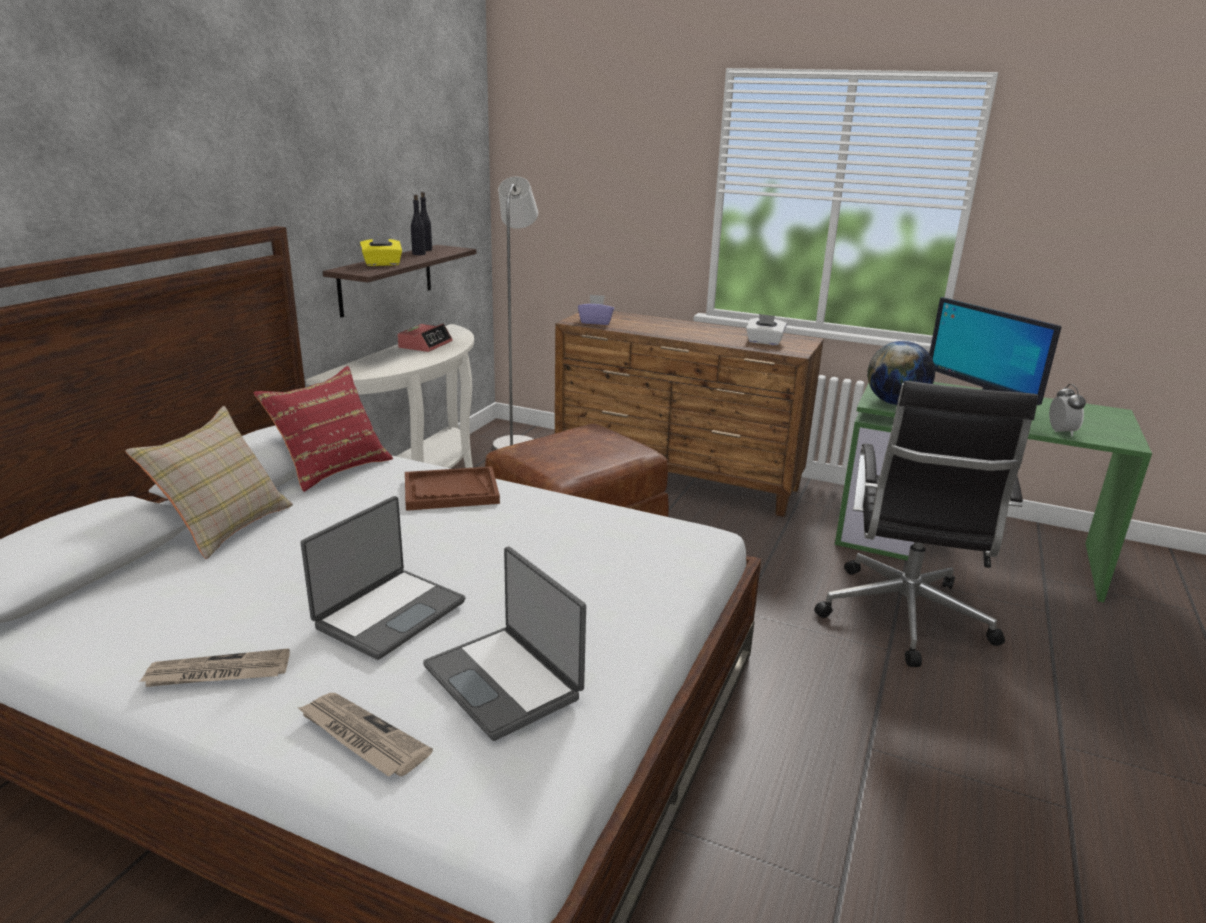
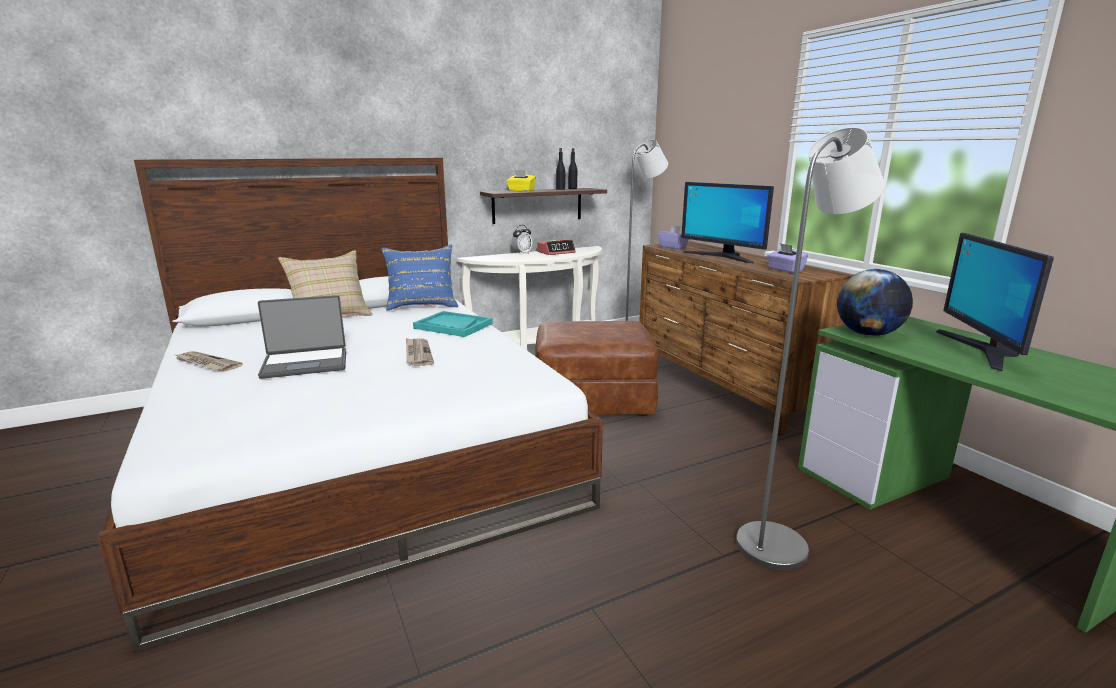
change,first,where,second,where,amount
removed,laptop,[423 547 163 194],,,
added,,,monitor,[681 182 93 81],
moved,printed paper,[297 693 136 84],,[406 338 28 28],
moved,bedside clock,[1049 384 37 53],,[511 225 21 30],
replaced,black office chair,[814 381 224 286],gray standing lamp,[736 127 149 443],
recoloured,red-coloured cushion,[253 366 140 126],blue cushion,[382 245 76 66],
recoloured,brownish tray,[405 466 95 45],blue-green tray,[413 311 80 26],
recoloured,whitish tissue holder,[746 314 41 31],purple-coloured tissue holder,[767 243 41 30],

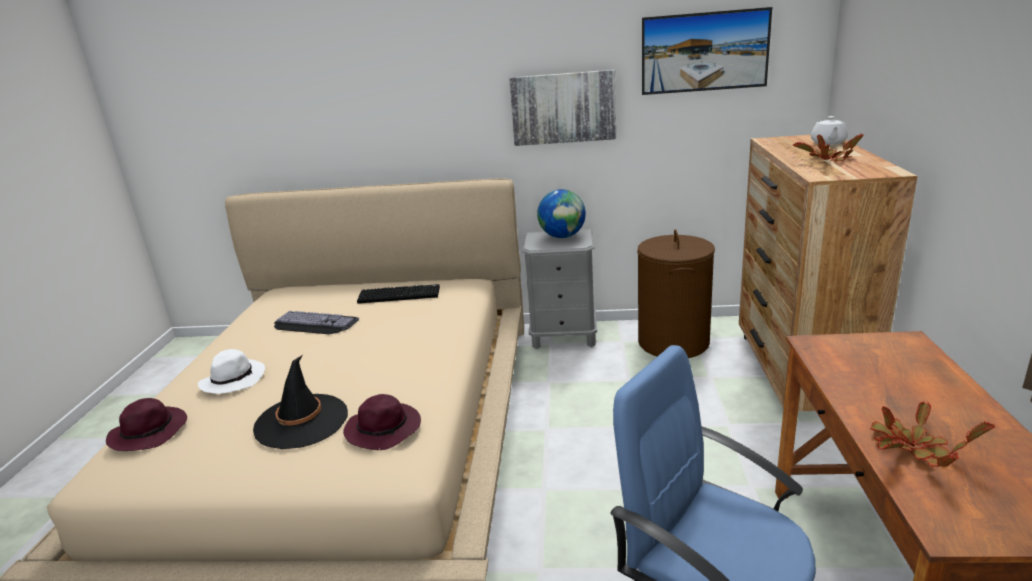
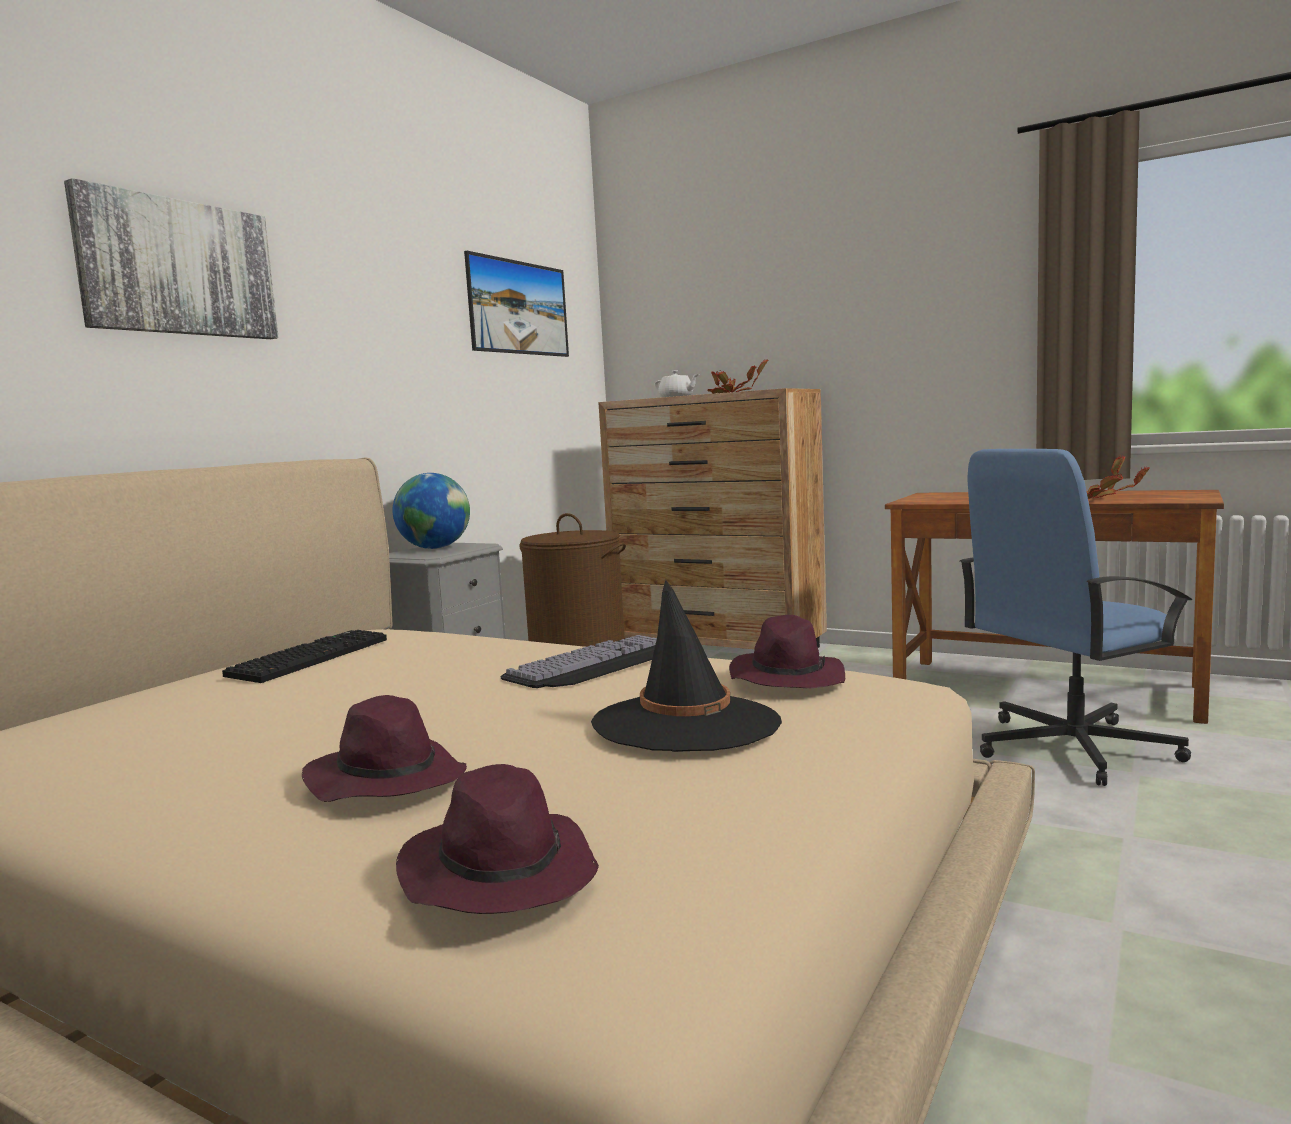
change,first,where,second,where,amount
moved,PC keyboard,[274 311 85 23],,[501 635 156 53],
moved,wall art,[509 70 107 76],,[64 178 215 161],
recoloured,whitish hat,[198 349 67 45],purple-coloured hat,[302 695 165 107],

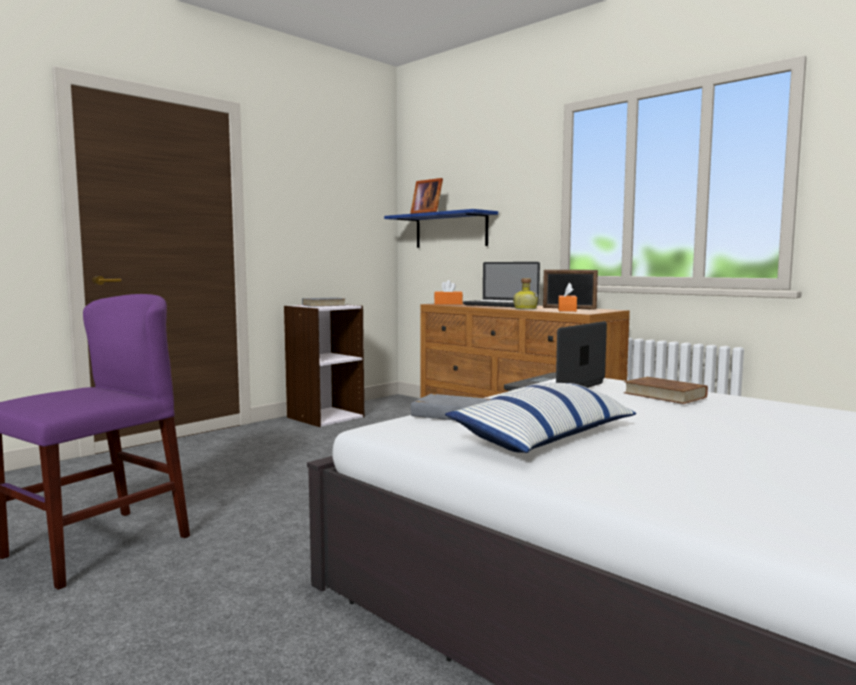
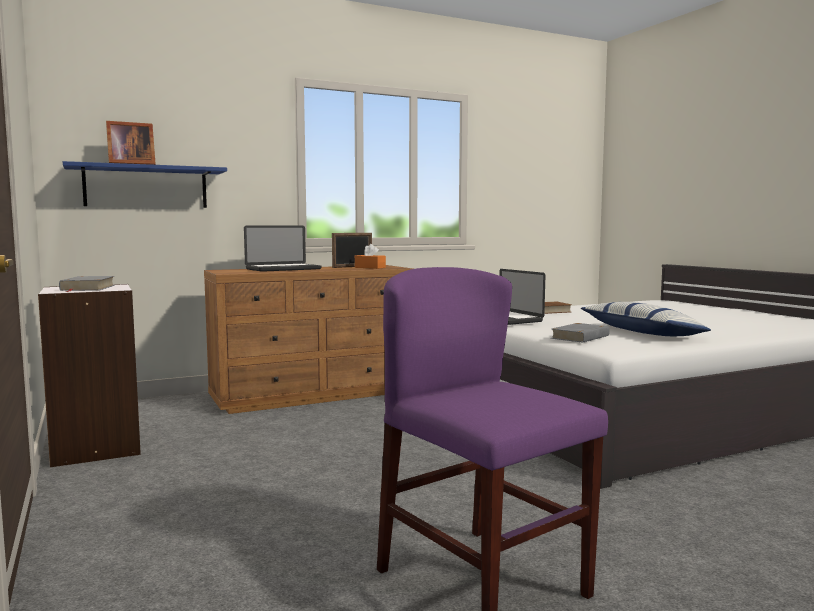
change,first,where,second,where,amount
removed,orange tissue holder,[434 280 29 25],,,
removed,bottle,[513 278 26 31],,,

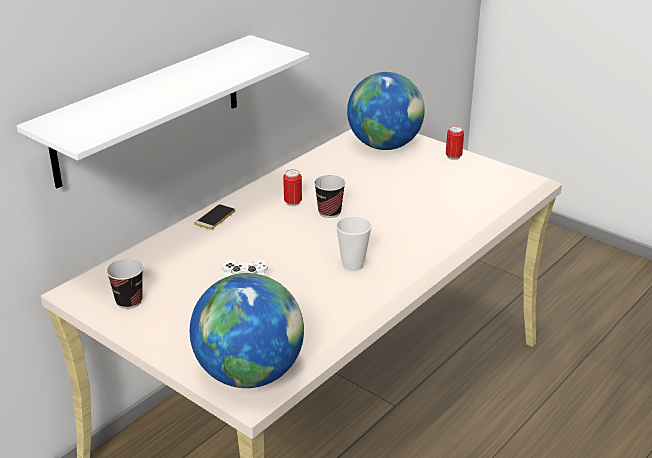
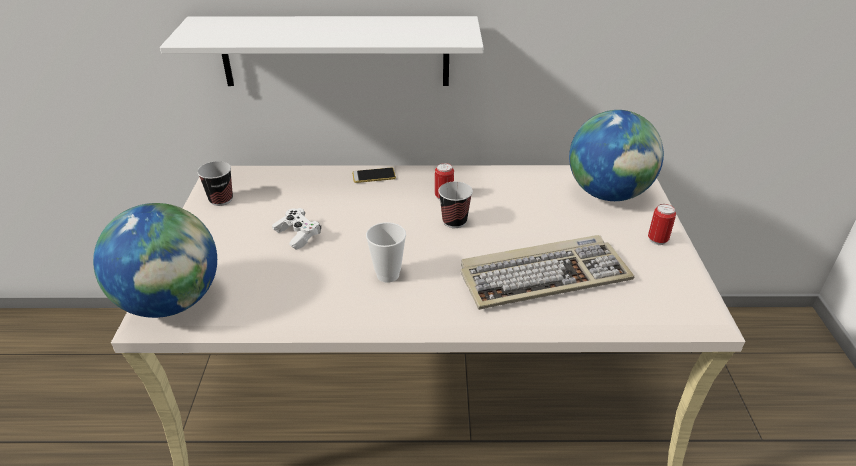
change,first,where,second,where,amount
added,,,PC keyboard,[460 235 174 75],

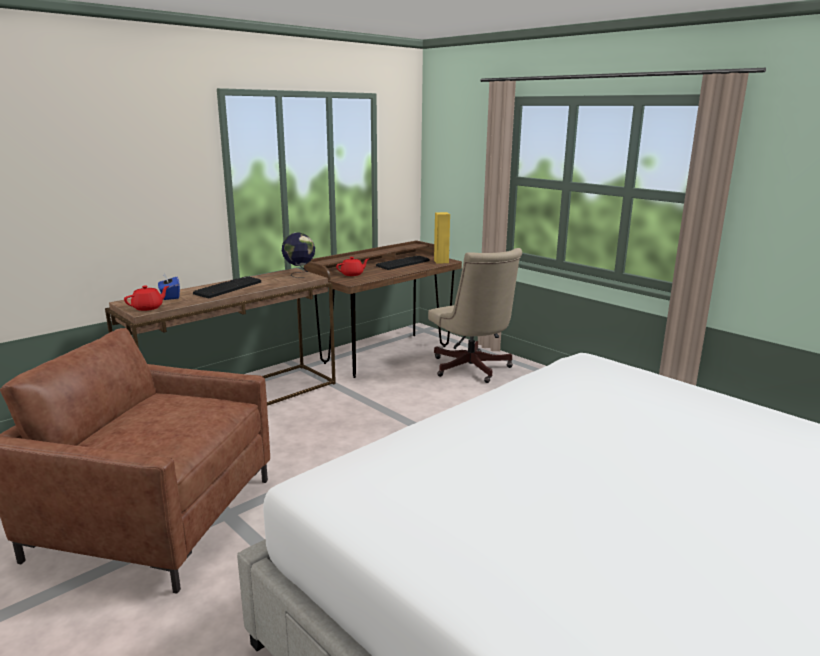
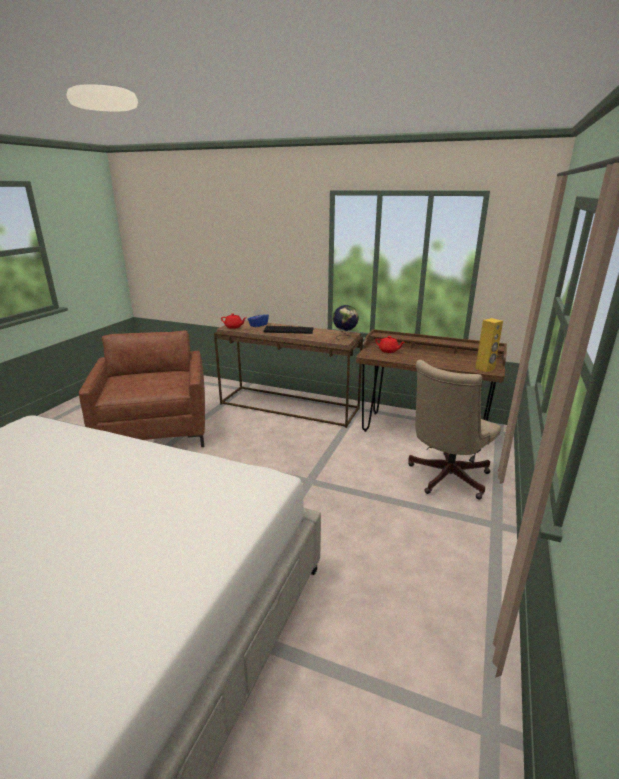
change,first,where,second,where,amount
removed,PC keyboard,[376 256 54 14],,,

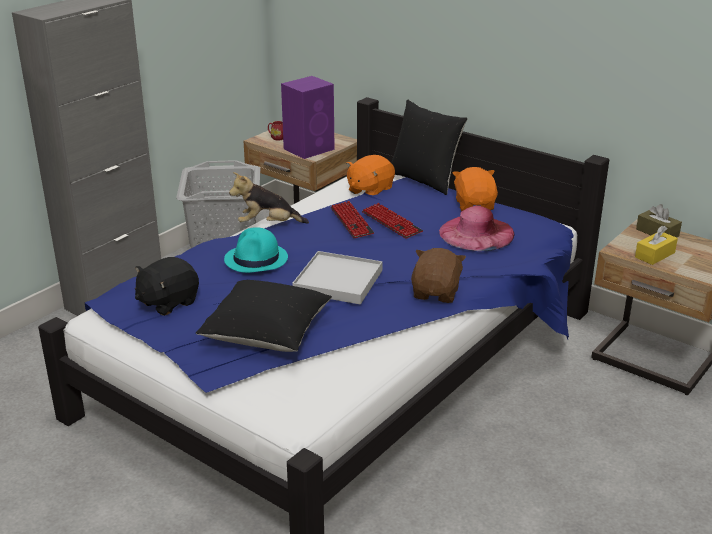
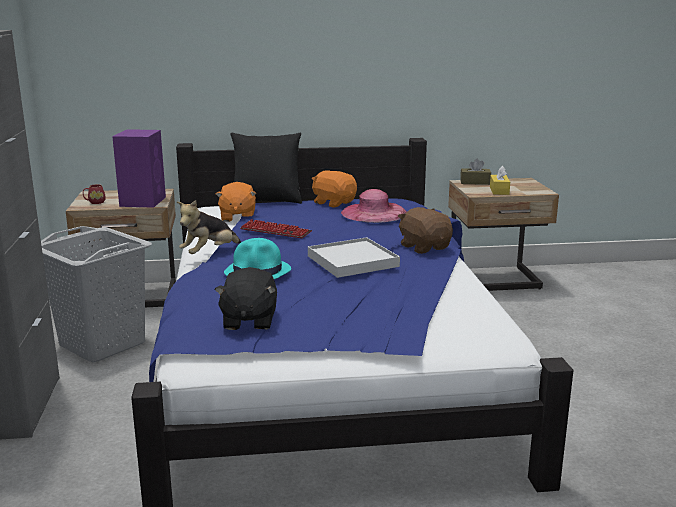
change,first,where,second,where,amount
removed,black cushion,[196 280 136 72],,,
removed,PC keyboard,[362 203 61 36],,,

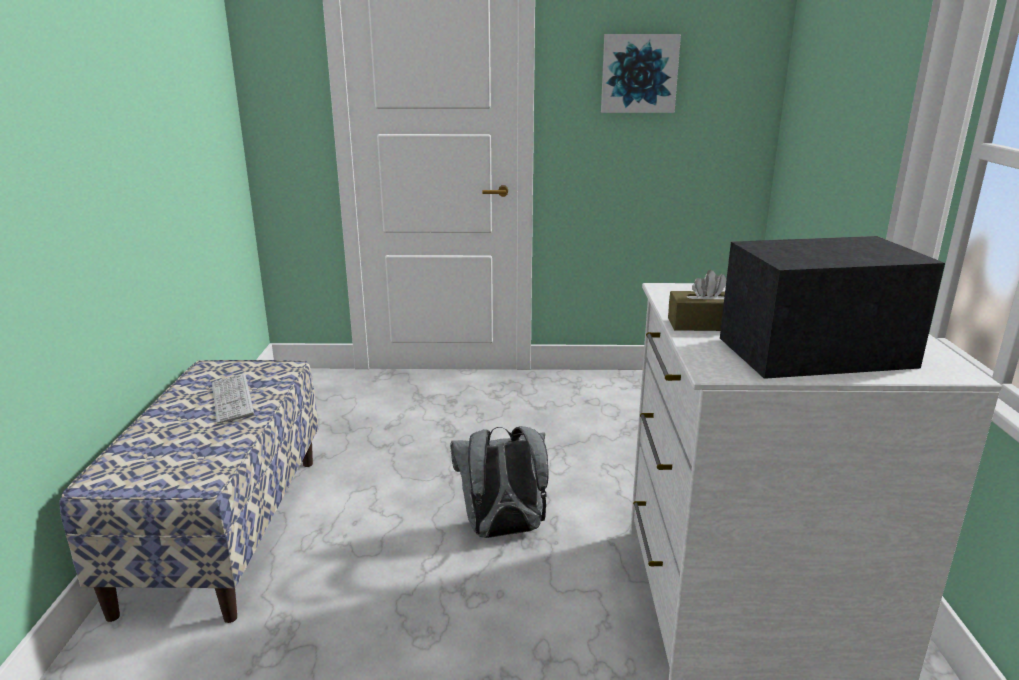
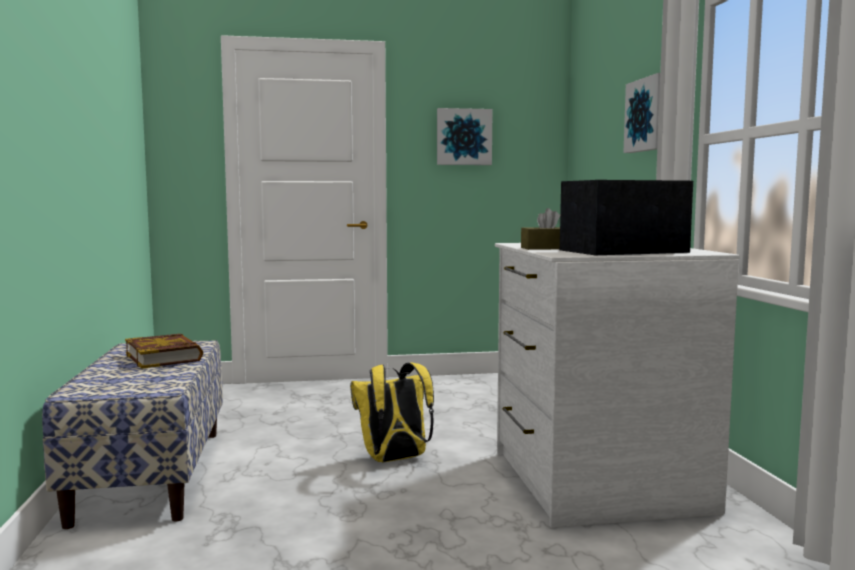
change,first,where,second,where,amount
added,,,wall art,[623 73 37 80],
replaced,PC keyboard,[212 374 42 50],book,[125 334 78 35],
recoloured,gray rucksack,[450 426 99 112],yellow rucksack,[350 362 84 100],

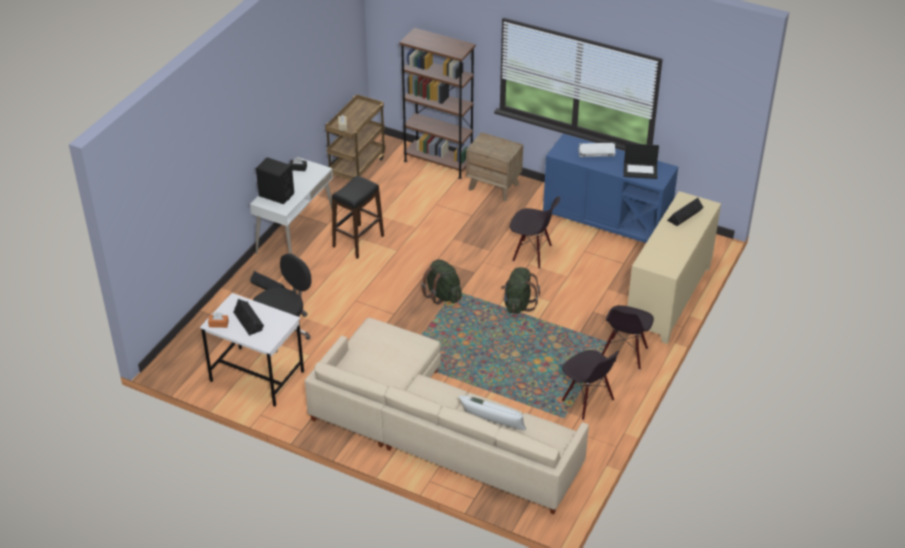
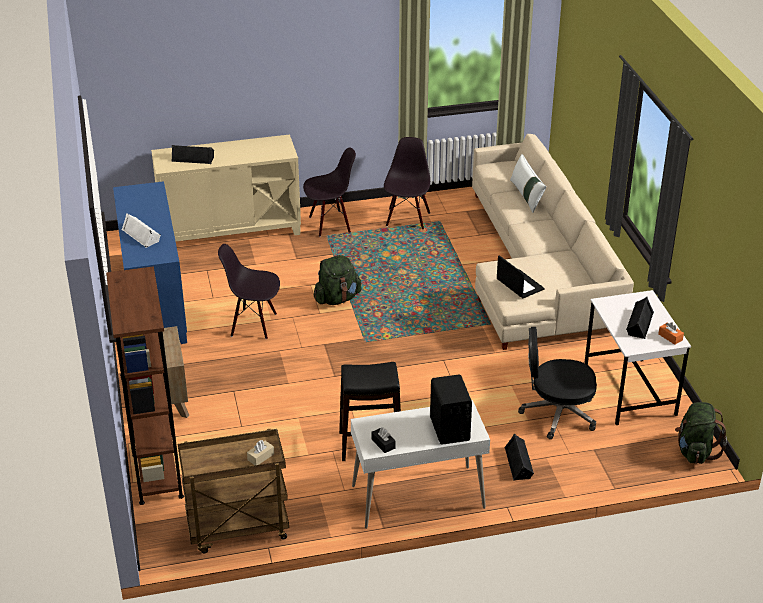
change,first,where,second,where,amount
moved,greenish rucksack,[421 259 41 46],,[675 402 52 62],
moved,laptop,[624 143 35 36],,[497 255 48 43],
turned,black chair,[510 196 50 73],,[218 244 62 95],60 degrees counterclockwise

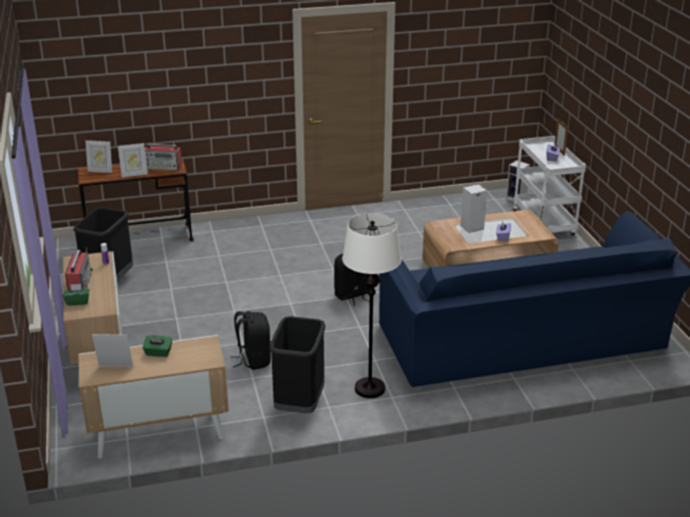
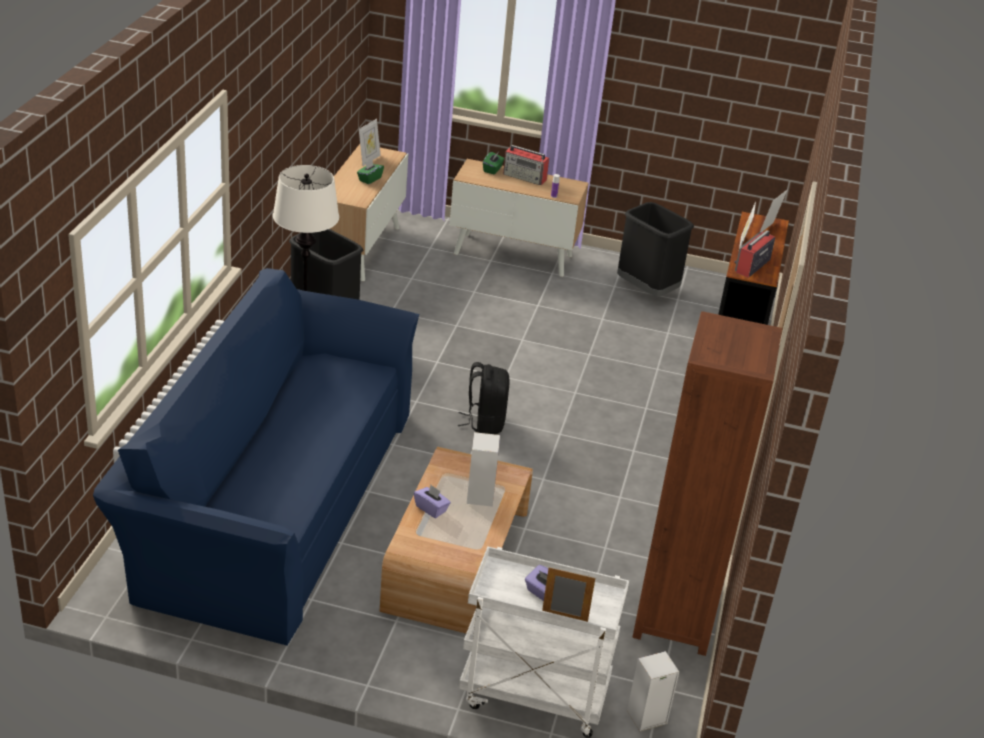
change,first,where,second,where,amount
removed,black rucksack,[230 311 41 59],,,
added,,,brownish bookshelf,[632 311 150 345],

